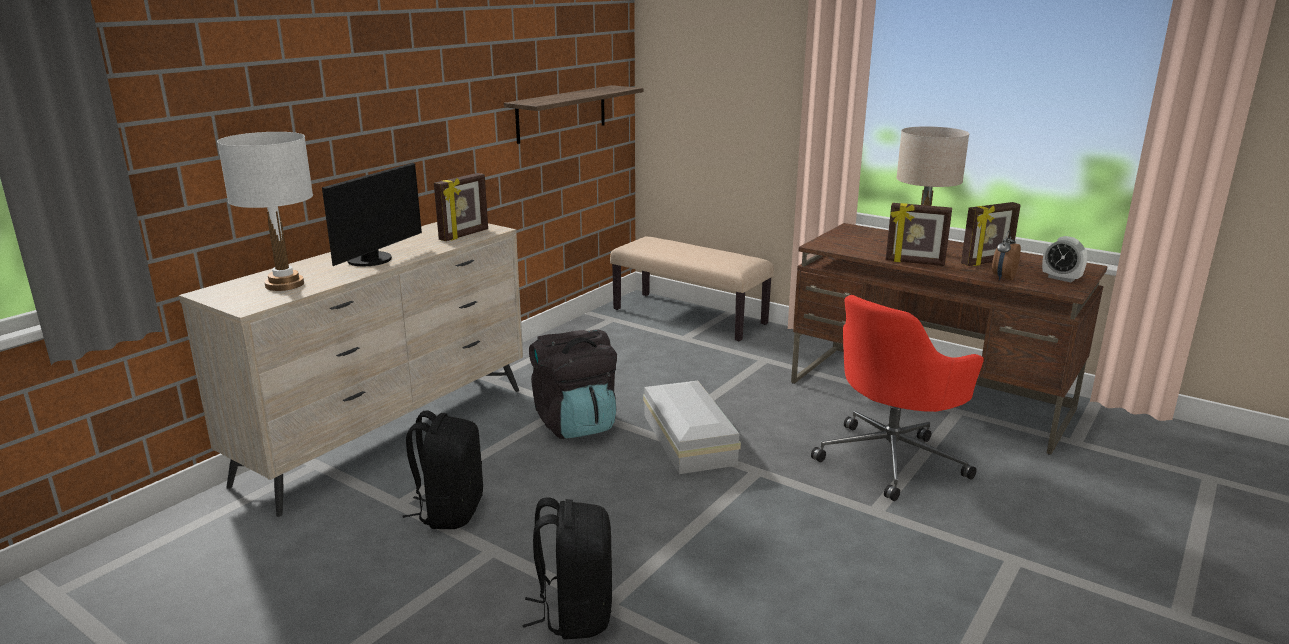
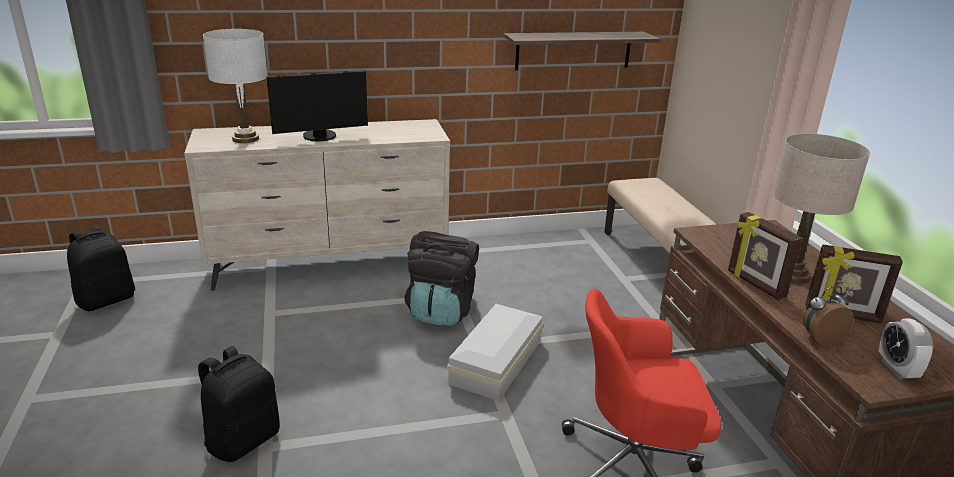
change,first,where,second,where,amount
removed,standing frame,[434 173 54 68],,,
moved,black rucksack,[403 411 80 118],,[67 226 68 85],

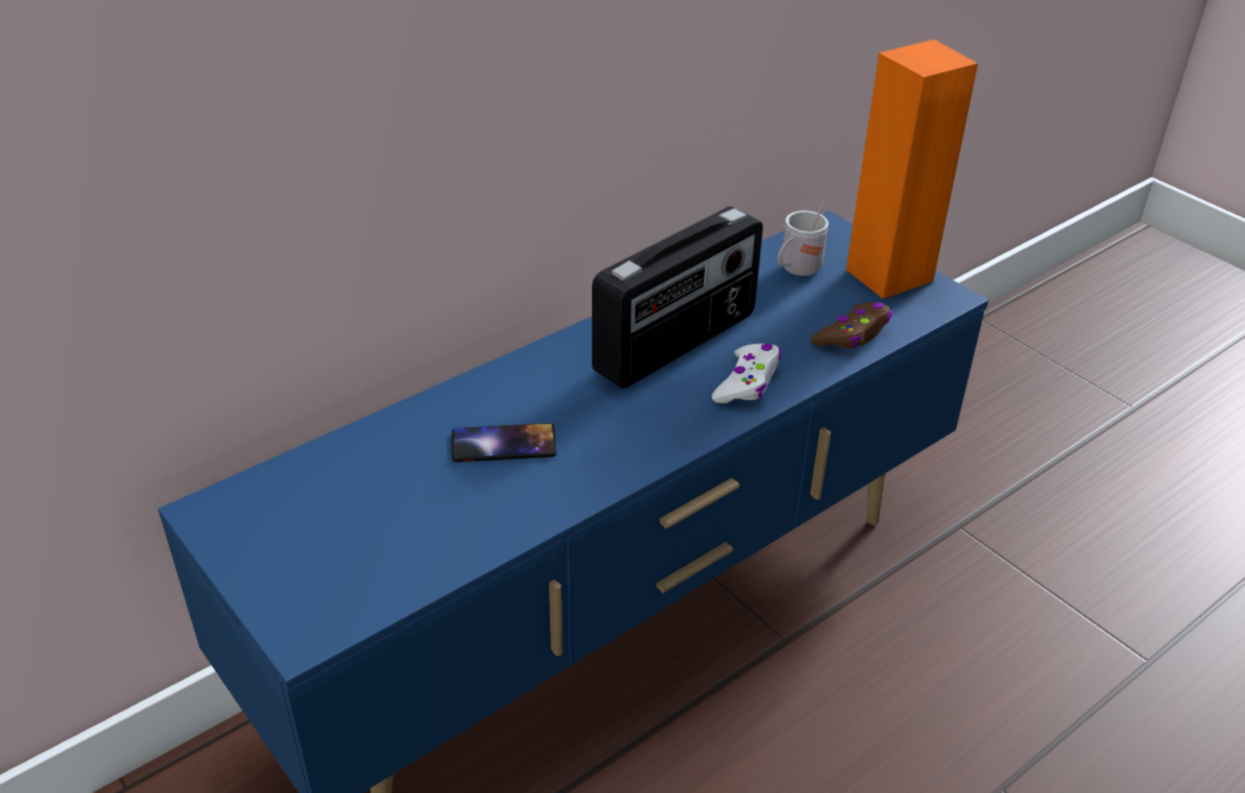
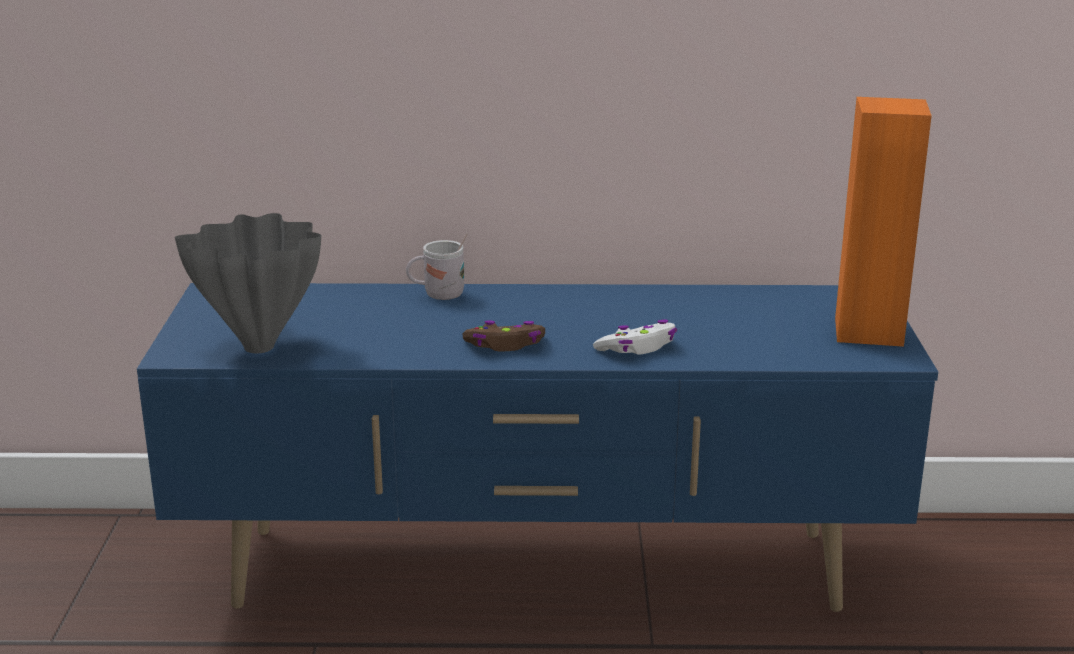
change,first,where,second,where,amount
removed,phone,[452 423 105 39],,,
removed,radio set,[592 206 171 182],,,
added,,,gray decorative vase,[175 213 146 140],
moved,whitish tea mug,[778 200 51 76],,[406 233 62 67],
moved,brownish joypad,[811 302 81 47],,[463 321 82 30],

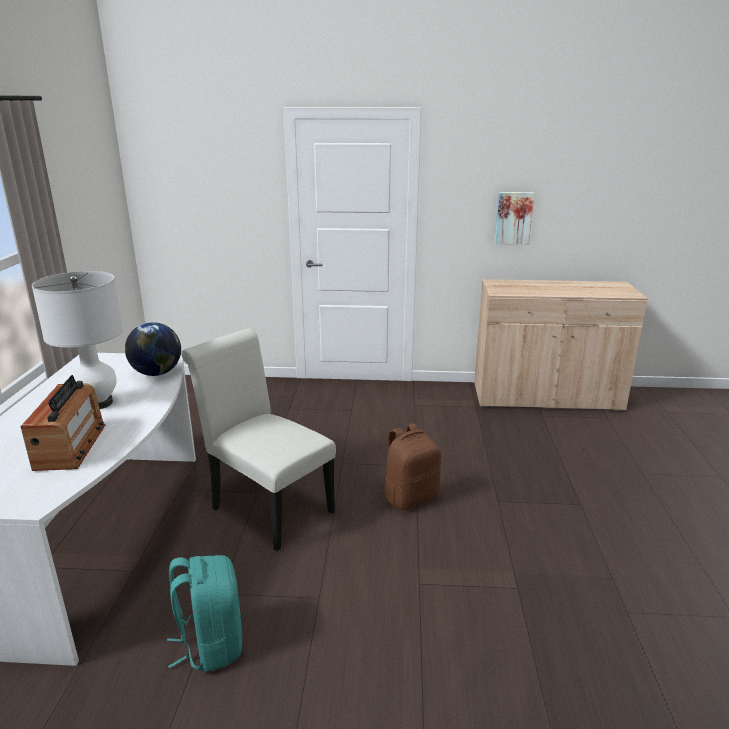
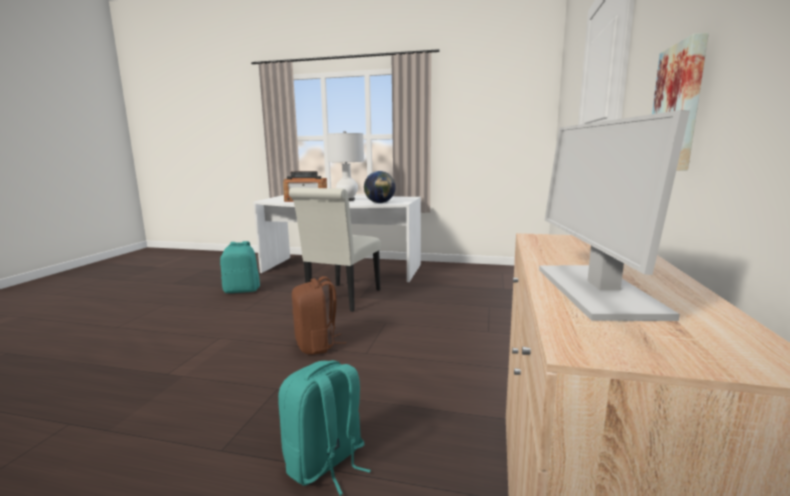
change,first,where,second,where,amount
added,,,blue-green rucksack,[278 360 93 135],
added,,,monitor,[539 110 151 211],
turned,whitish chair,[181 328 155 223],,[289 188 92 124],150 degrees clockwise

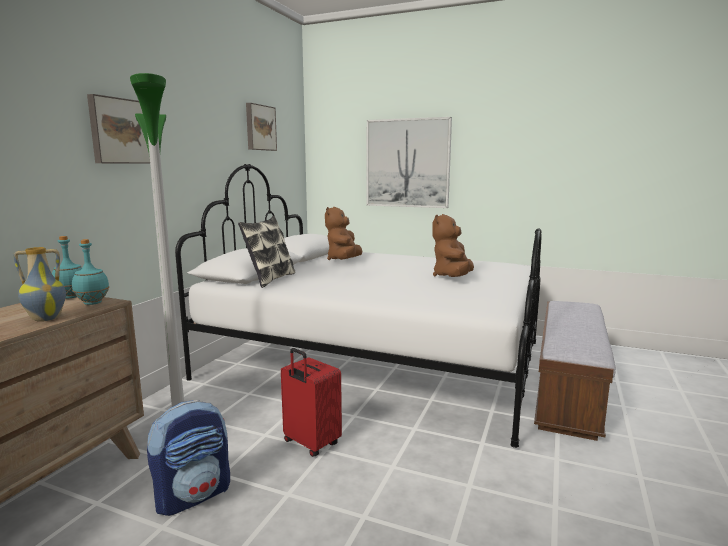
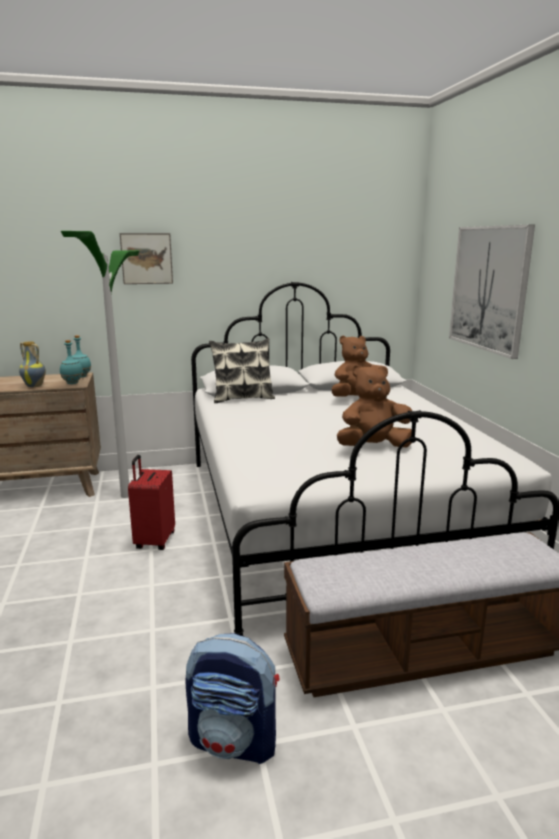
change,first,where,second,where,amount
removed,wall art,[246 103 31 48],,,
moved,rucksack,[147 400 83 116],,[185 633 94 131],

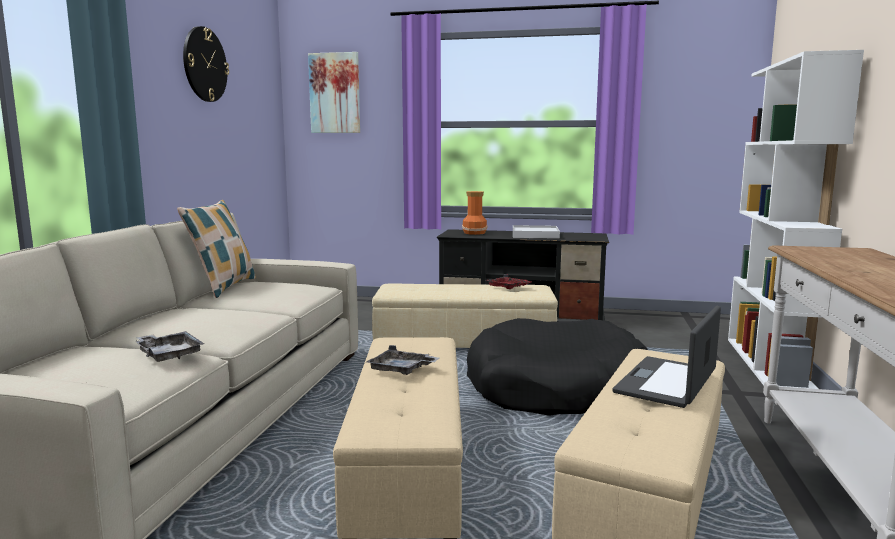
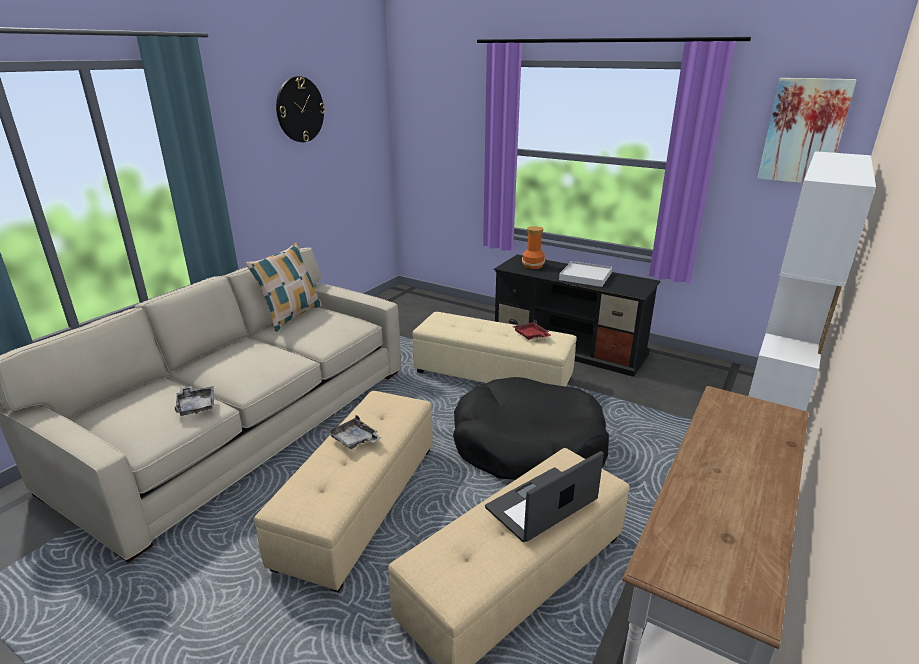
change,first,where,second,where,amount
moved,wall art,[308 52 52 81],,[757 78 100 105],

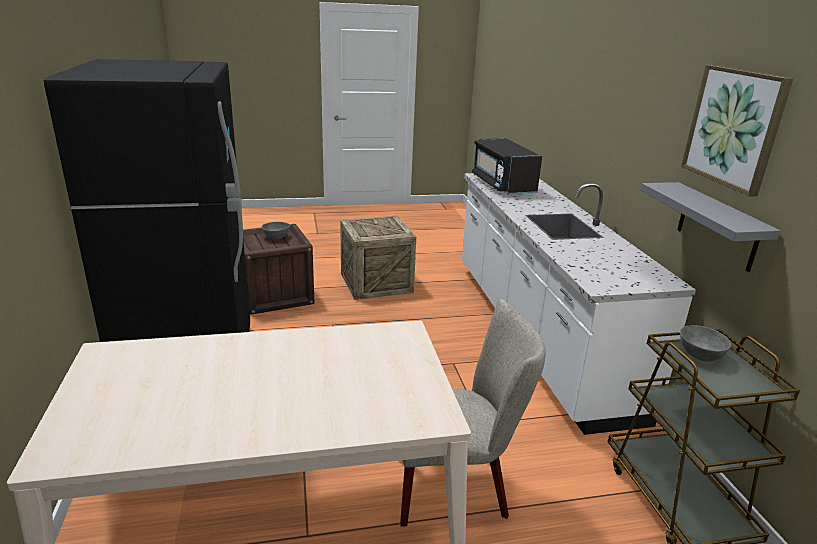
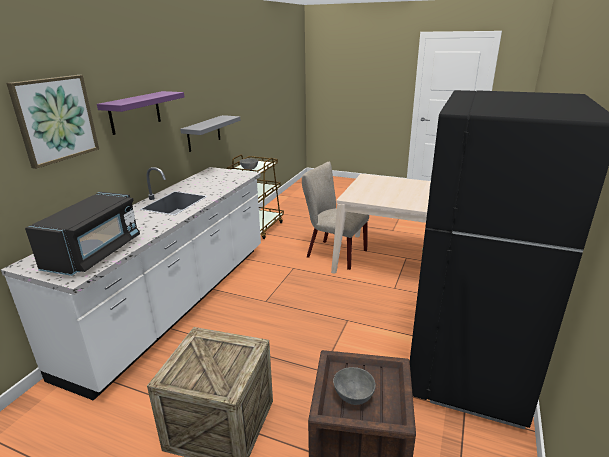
change,first,where,second,where,amount
added,,,purple-coloured shelf,[97 91 87 44],
moved,wall art,[681 65 112 131],,[6 75 93 94],

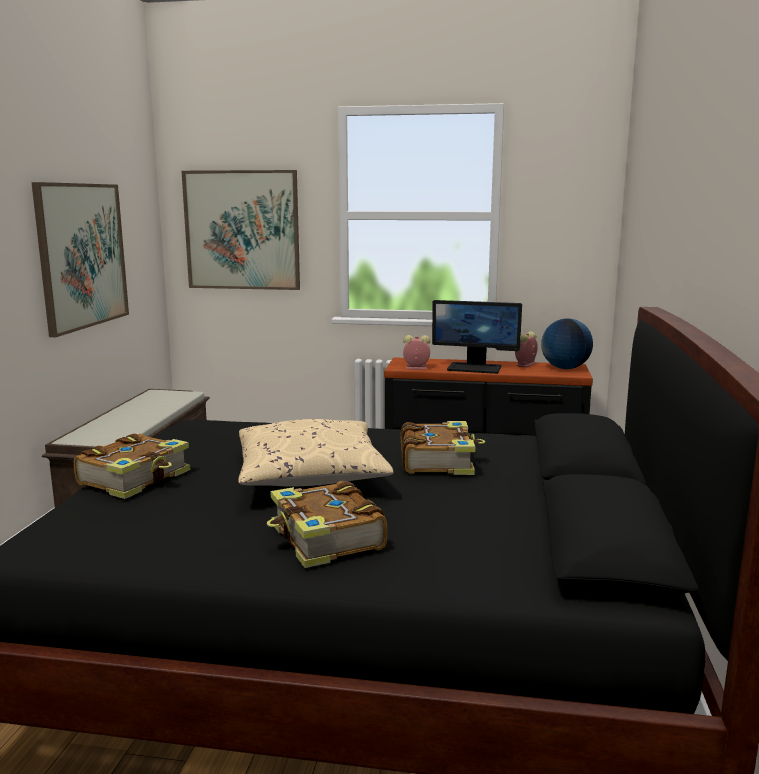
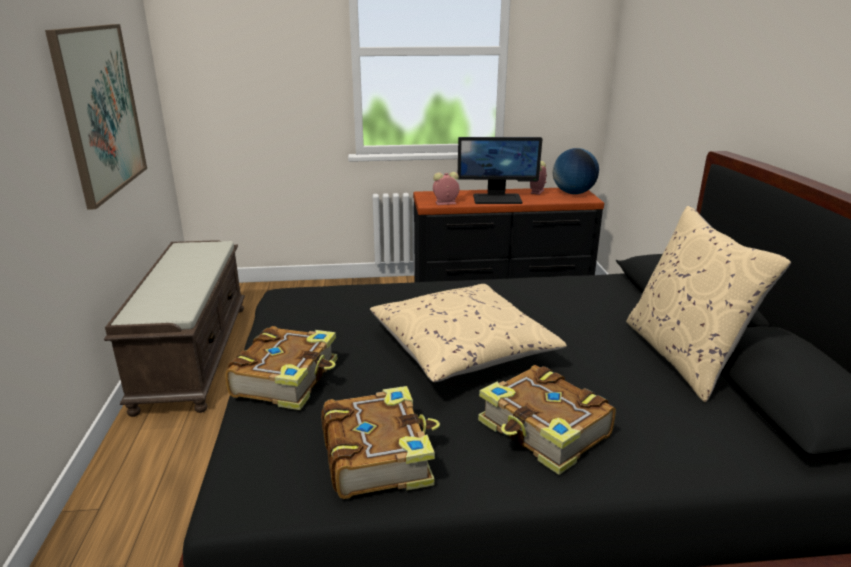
change,first,where,second,where,amount
removed,wall art,[181 170 119 120],,,
added,,,sand-coloured cushion,[626 206 165 196],
moved,book,[401 421 84 54],,[321 386 119 113],

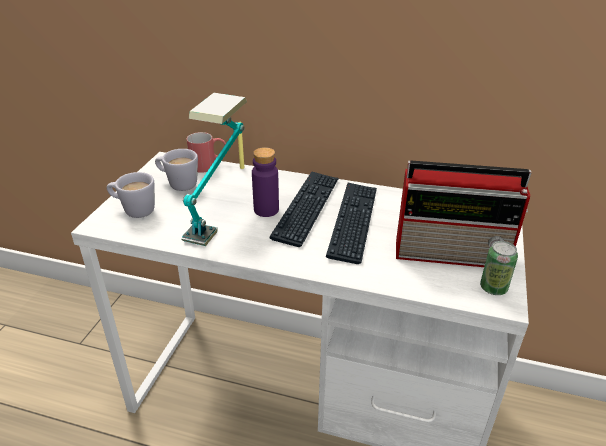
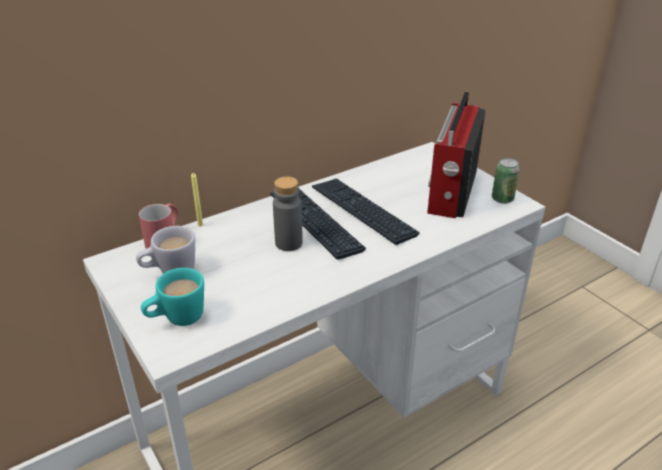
change,first,where,second,where,amount
removed,table lamp,[181 93 66 153],,,
recoloured,whitish tea mug,[107 172 48 46],blue-green tea mug,[141 268 63 58],
recoloured,purple-coloured bottle,[252 147 27 70],gray bottle,[273 177 30 74],
turned,radio set,[396 160 136 107],,[427 92 59 126],150 degrees clockwise

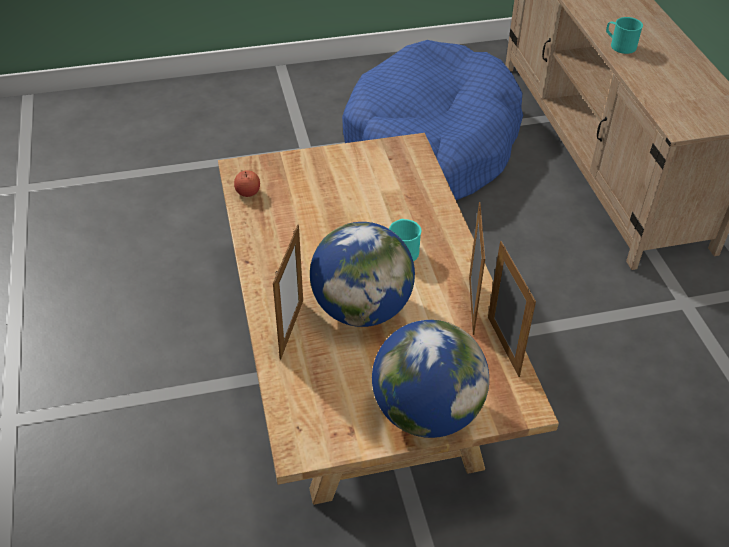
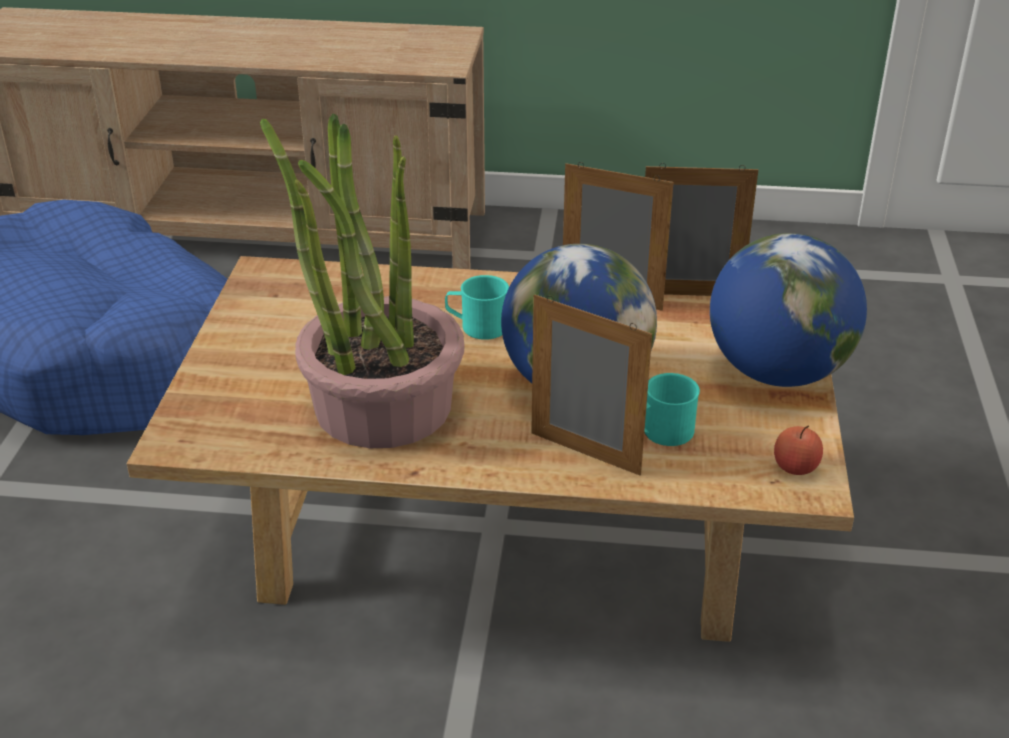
change,first,where,second,where,amount
added,,,plant in a pot,[260 113 205 335],
moved,apple fruit,[234 170 26 27],,[774 425 49 50],
moved,blue-green tea mug,[606 17 37 37],,[644 373 56 73],

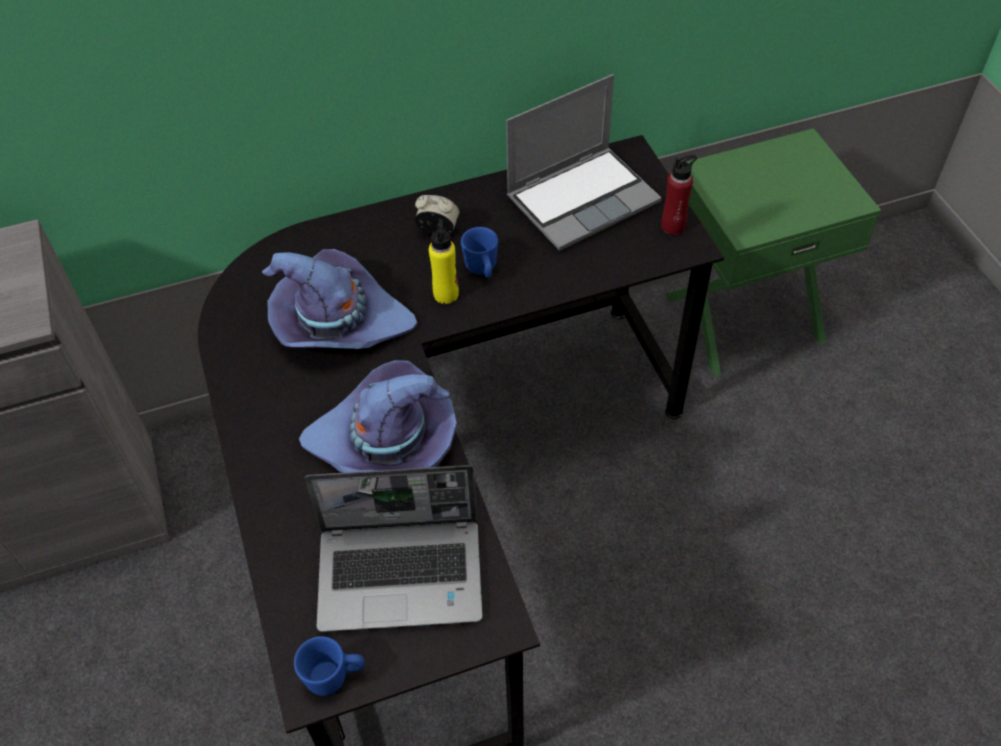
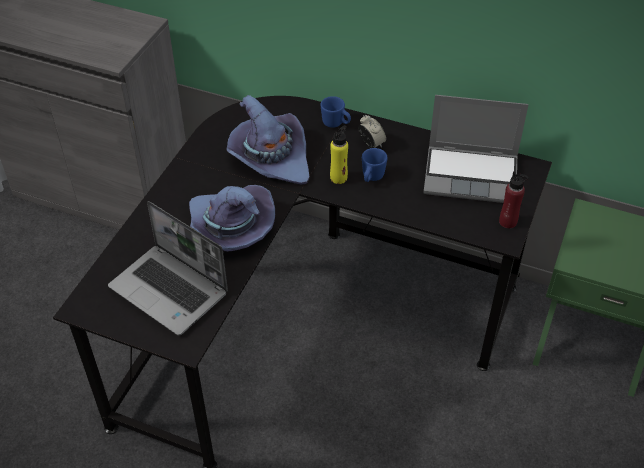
change,first,where,second,where,amount
moved,blue tea mug,[294 636 70 60],,[321 96 30 32],

